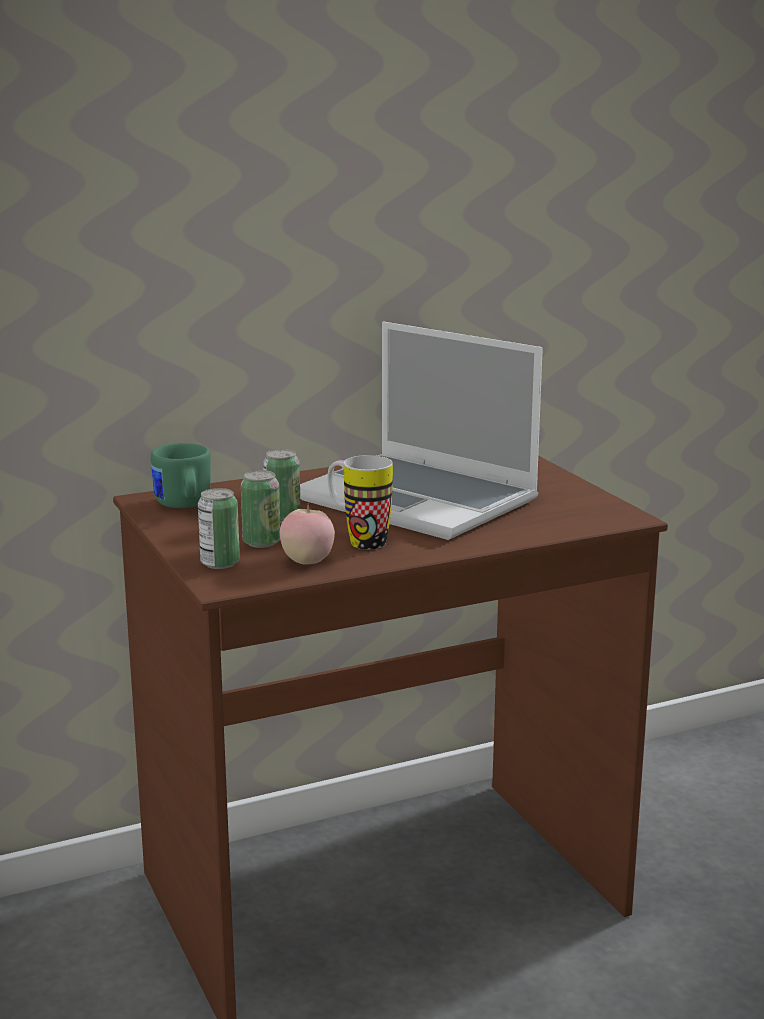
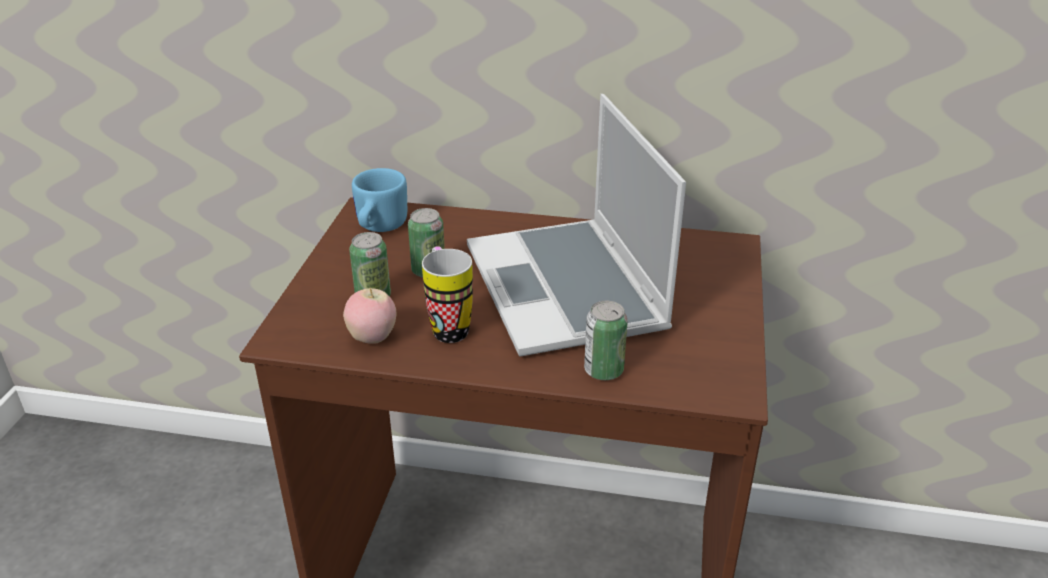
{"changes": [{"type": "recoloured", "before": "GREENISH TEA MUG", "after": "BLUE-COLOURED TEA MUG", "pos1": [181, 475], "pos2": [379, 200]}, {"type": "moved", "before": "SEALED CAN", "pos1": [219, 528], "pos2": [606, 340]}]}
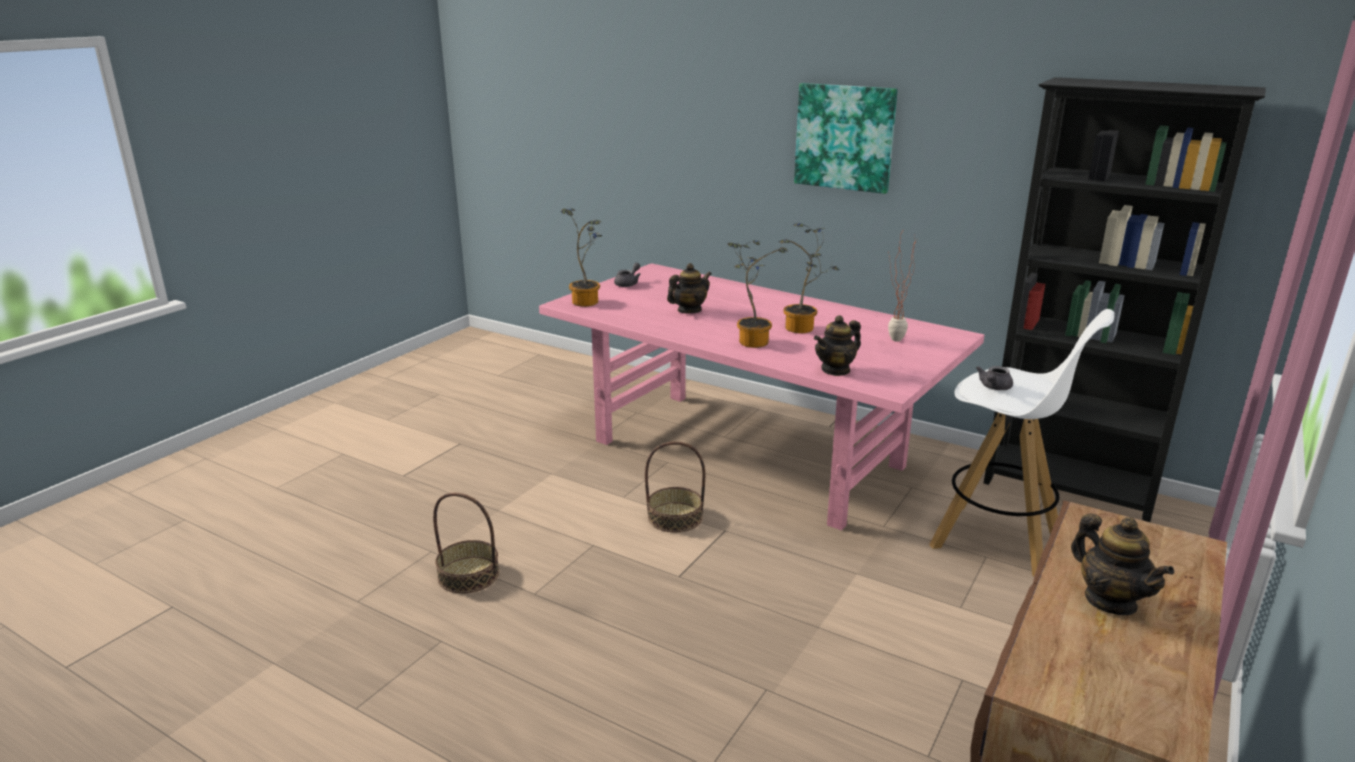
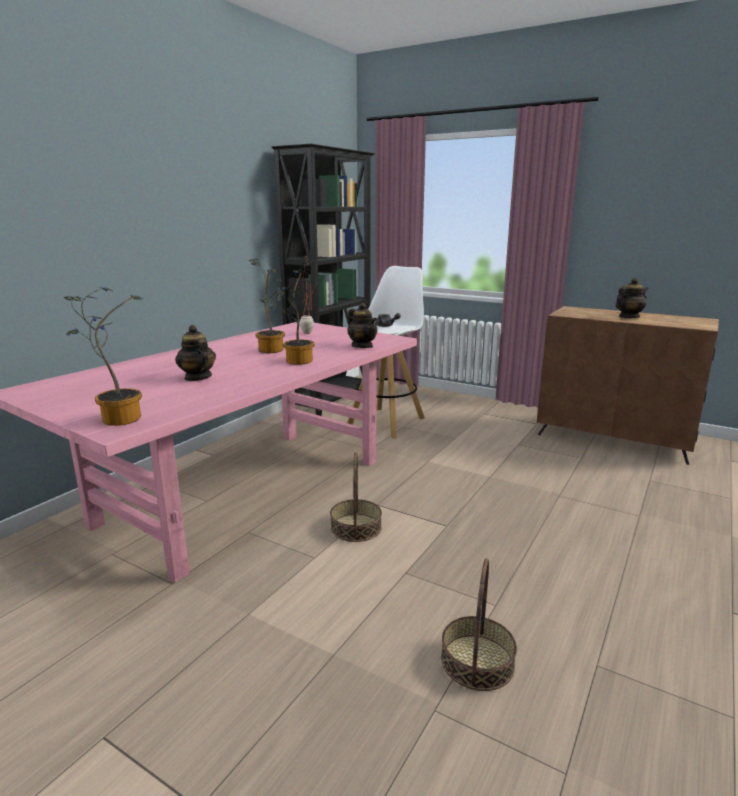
{"changes": [{"type": "removed", "before": "GRAY TEA POT", "pos1": [627, 275]}, {"type": "removed", "before": "PICTURE", "pos1": [846, 138]}]}
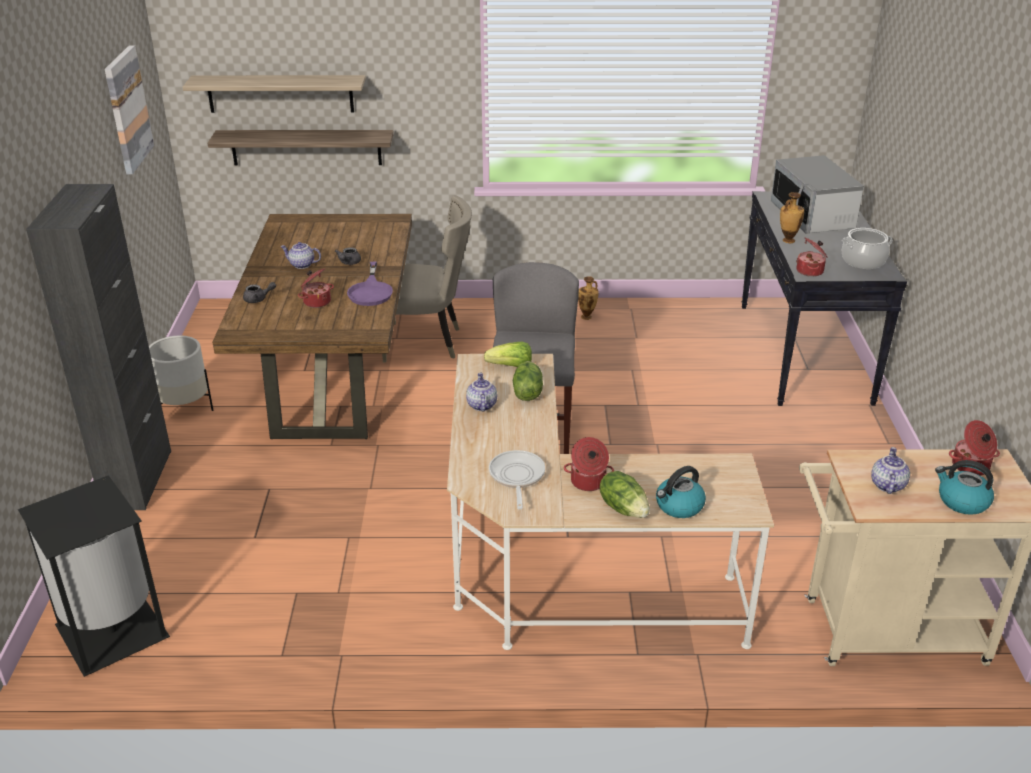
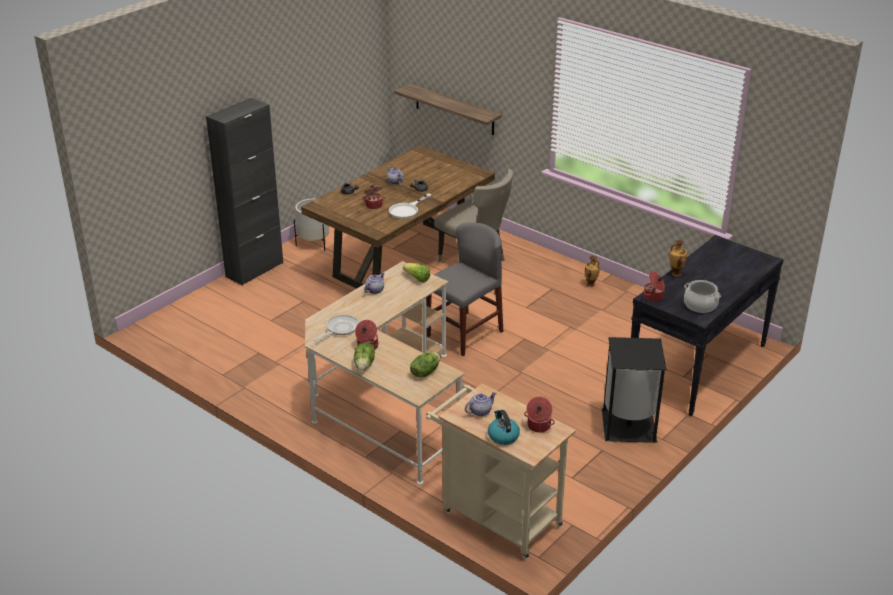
{"changes": [{"type": "recoloured", "before": "PURPLE-COLOURED PAN", "after": "WHITE-COLOURED PAN", "pos1": [370, 284], "pos2": [410, 206]}, {"type": "moved", "before": "LETTUCE", "pos1": [528, 381], "pos2": [425, 365]}, {"type": "moved", "before": "BLACK RUBBISH BIN", "pos1": [94, 576], "pos2": [634, 390]}, {"type": "removed", "before": "PICTURE", "pos1": [129, 109]}, {"type": "removed", "before": "WALL SHELF", "pos1": [274, 94]}, {"type": "removed", "before": "WATER KETTLE", "pos1": [681, 492]}, {"type": "removed", "before": "MICROWAVE", "pos1": [817, 194]}]}
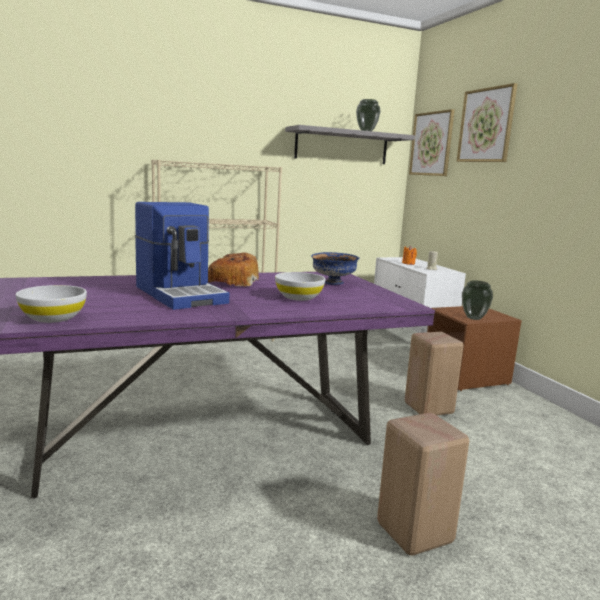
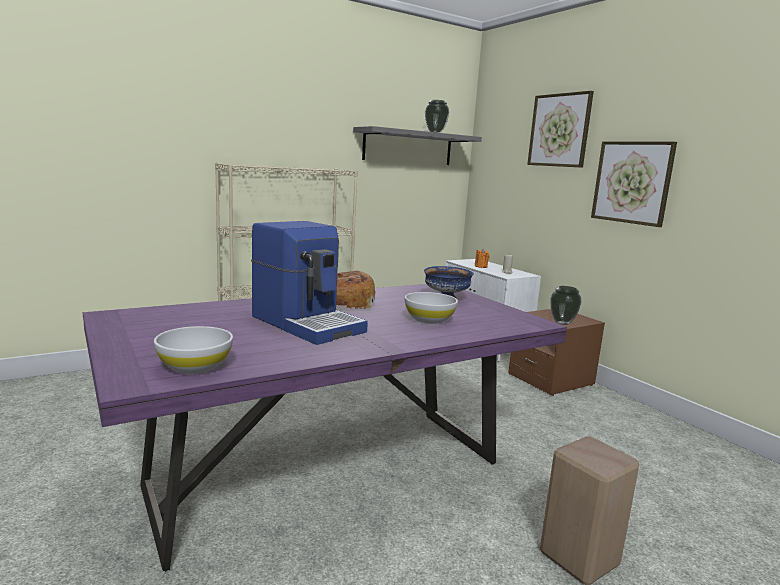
{"changes": [{"type": "moved", "before": "PICTURE", "pos1": [432, 142], "pos2": [634, 184]}, {"type": "removed", "before": "BEIGE STOOL SEAT", "pos1": [434, 373]}]}
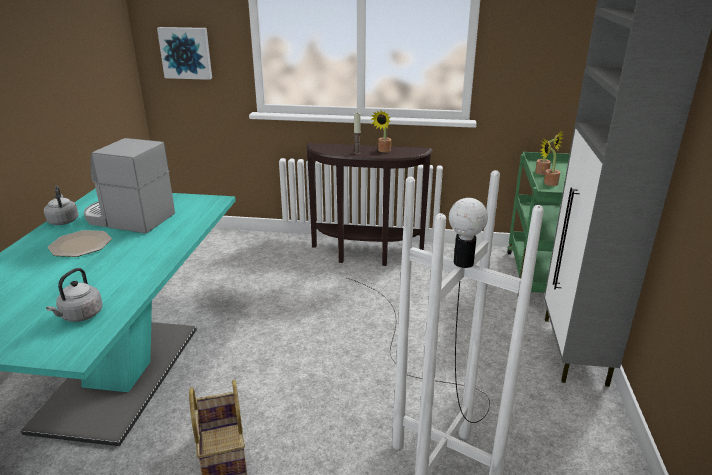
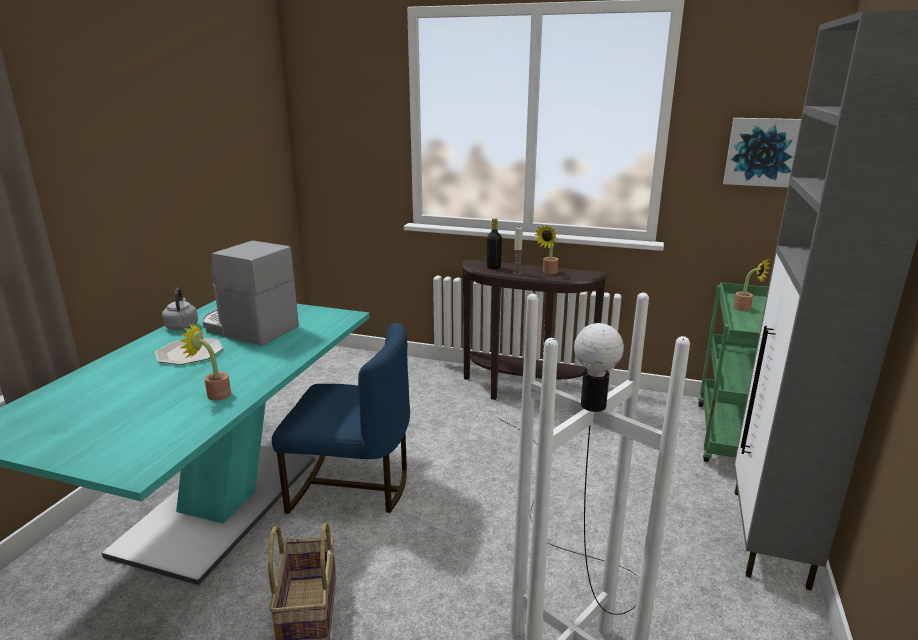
{"changes": [{"type": "moved", "before": "PLANT IN A POT", "pos1": [550, 162], "pos2": [205, 362]}, {"type": "added", "after": "BLUE-COLOURED CHAIR", "pos2": [341, 418]}, {"type": "added", "after": "BLACK DRINK BOTTLE", "pos2": [494, 244]}, {"type": "moved", "before": "PICTURE", "pos1": [184, 53], "pos2": [762, 152]}, {"type": "removed", "before": "GRAY WATER KETTLE", "pos1": [74, 295]}]}
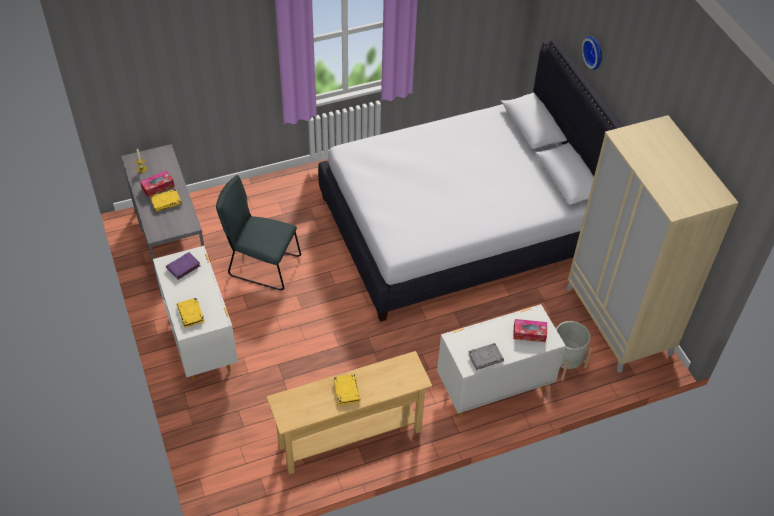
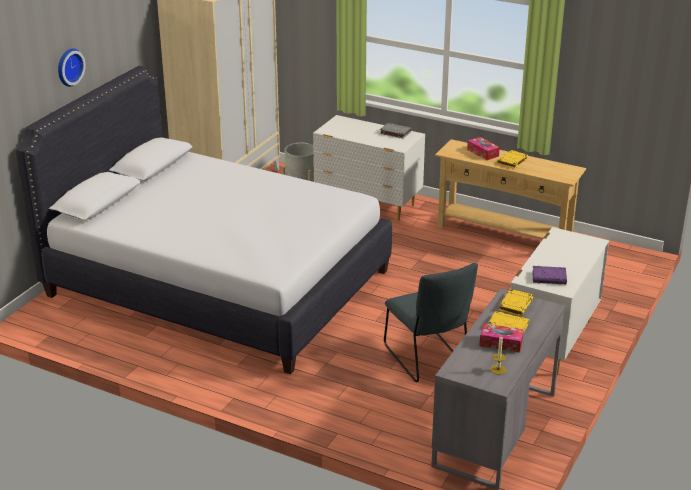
{"changes": [{"type": "moved", "before": "TISSUE BOX", "pos1": [530, 330], "pos2": [483, 148]}, {"type": "moved", "before": "YELLOW BOOK", "pos1": [191, 313], "pos2": [516, 302]}]}
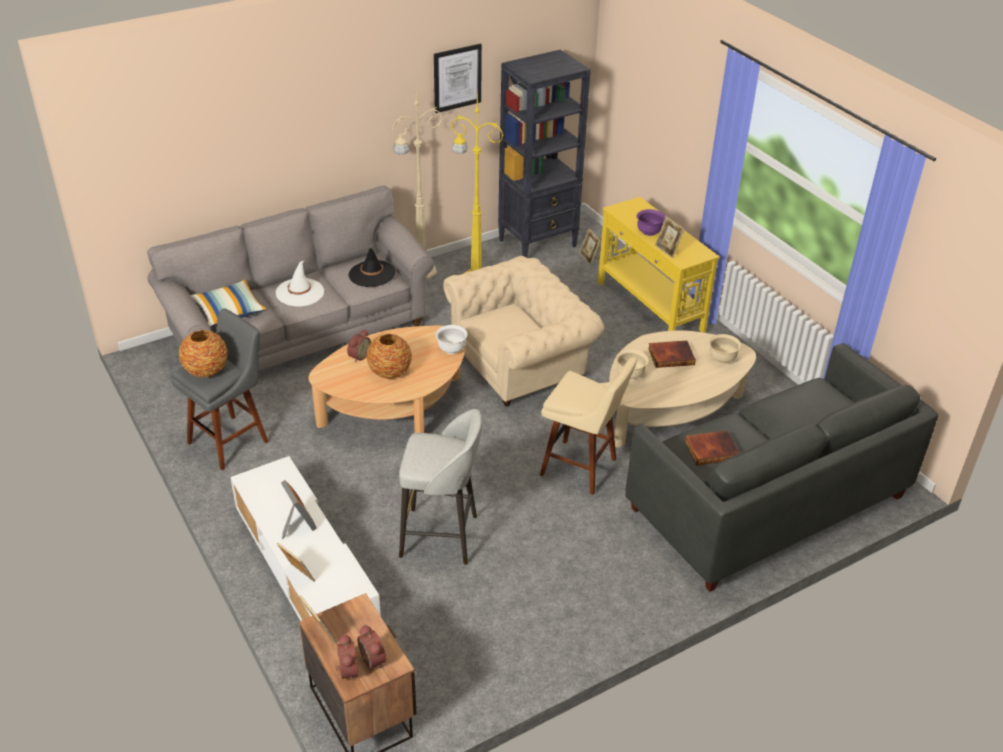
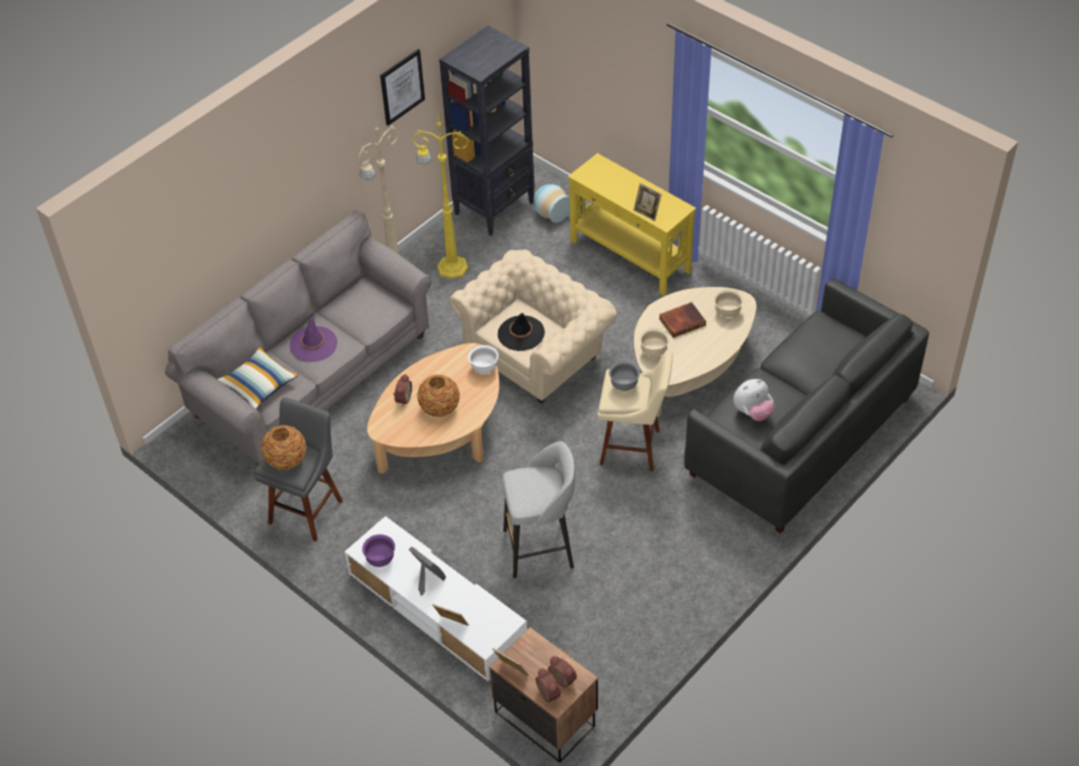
{"changes": [{"type": "recoloured", "before": "WHITE-COLOURED CLOTHING HAT", "after": "PURPLE-COLOURED CLOTHING HAT", "pos1": [300, 283], "pos2": [314, 338]}, {"type": "moved", "before": "PURPLE-COLOURED DEEP DISH", "pos1": [651, 222], "pos2": [378, 550]}, {"type": "moved", "before": "BLACK CLOTHING HAT", "pos1": [372, 267], "pos2": [521, 332]}, {"type": "replaced", "before": "PHOTO FRAME", "after": "FLOWER VASE", "pos1": [589, 246], "pos2": [551, 203]}, {"type": "added", "after": "GRAY DEEP DISH", "pos2": [624, 376]}, {"type": "replaced", "before": "BOOK", "after": "SOFT TOY", "pos1": [712, 447], "pos2": [754, 400]}]}
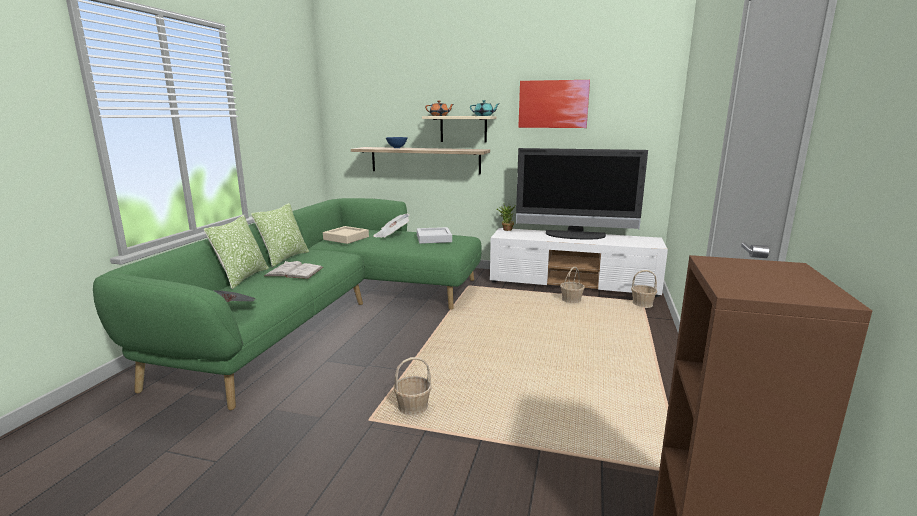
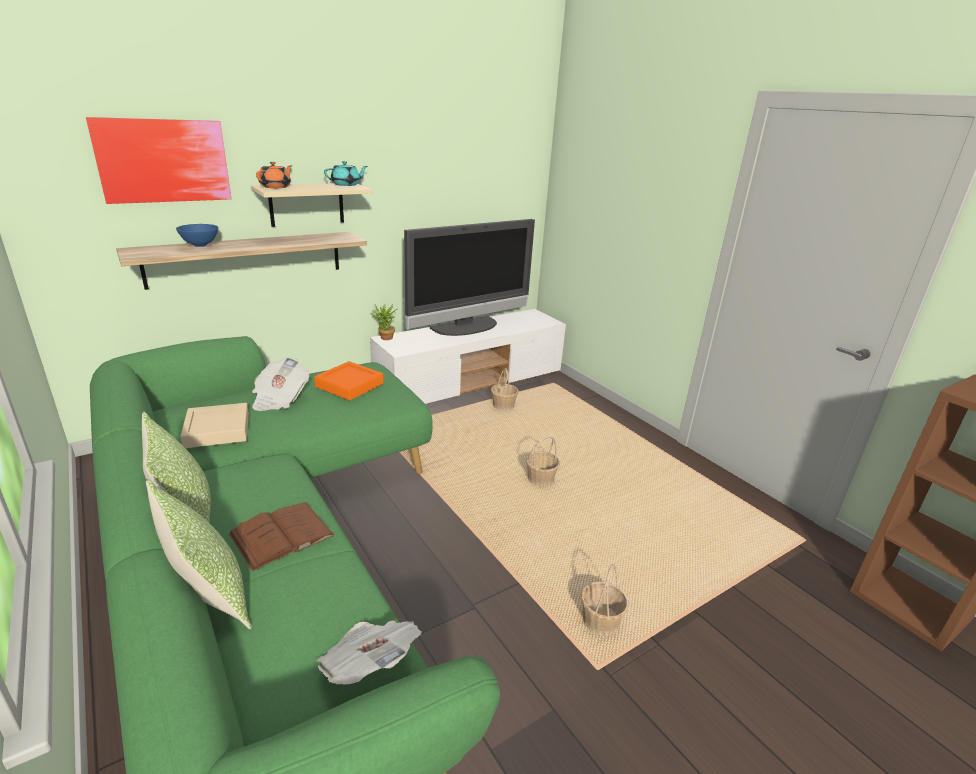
{"changes": [{"type": "moved", "before": "PICTURE", "pos1": [554, 104], "pos2": [158, 160]}, {"type": "recoloured", "before": "WHITE-COLOURED BOOK", "after": "BROWN BOOK", "pos1": [293, 270], "pos2": [281, 536]}, {"type": "recoloured", "before": "GRAY SERVING TRAY", "after": "ORANGE-COLOURED SERVING TRAY", "pos1": [434, 235], "pos2": [349, 381]}, {"type": "moved", "before": "HOUSEHOLD BASKET", "pos1": [644, 289], "pos2": [543, 461]}]}
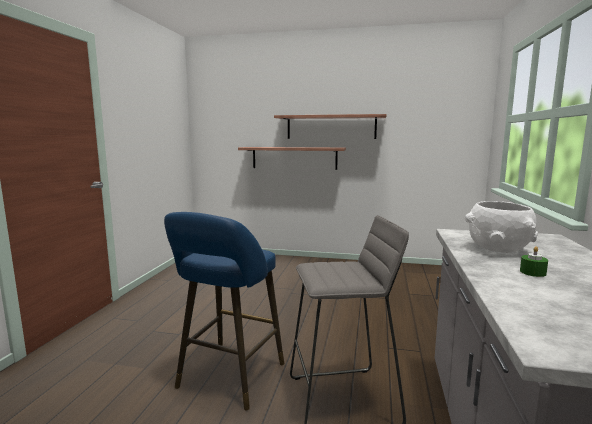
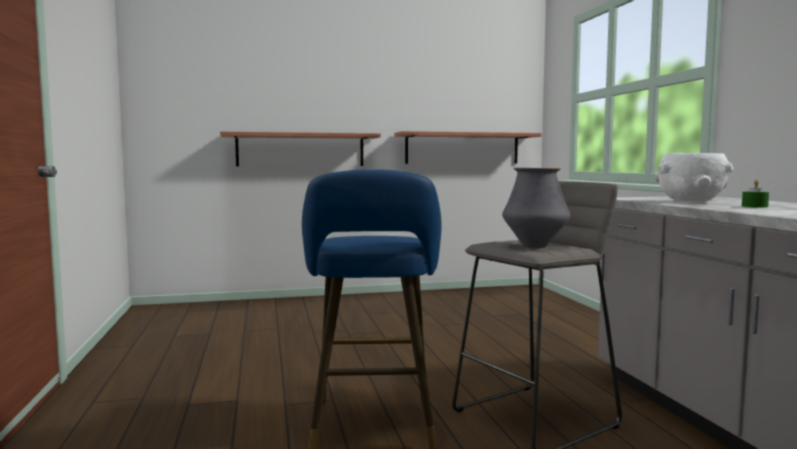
{"changes": [{"type": "moved", "before": "WALL SHELF", "pos1": [330, 126], "pos2": [468, 147]}, {"type": "added", "after": "FLOWER VASE", "pos2": [536, 208]}]}
